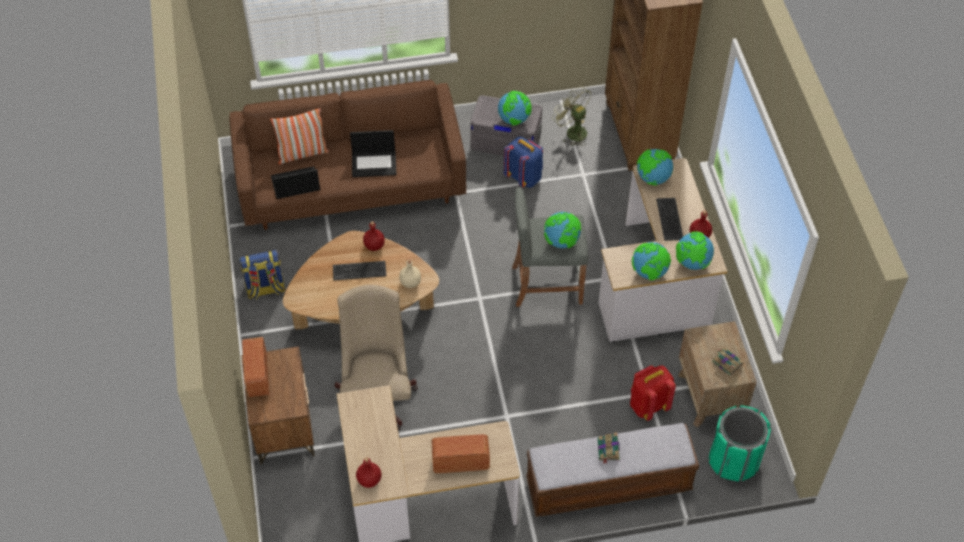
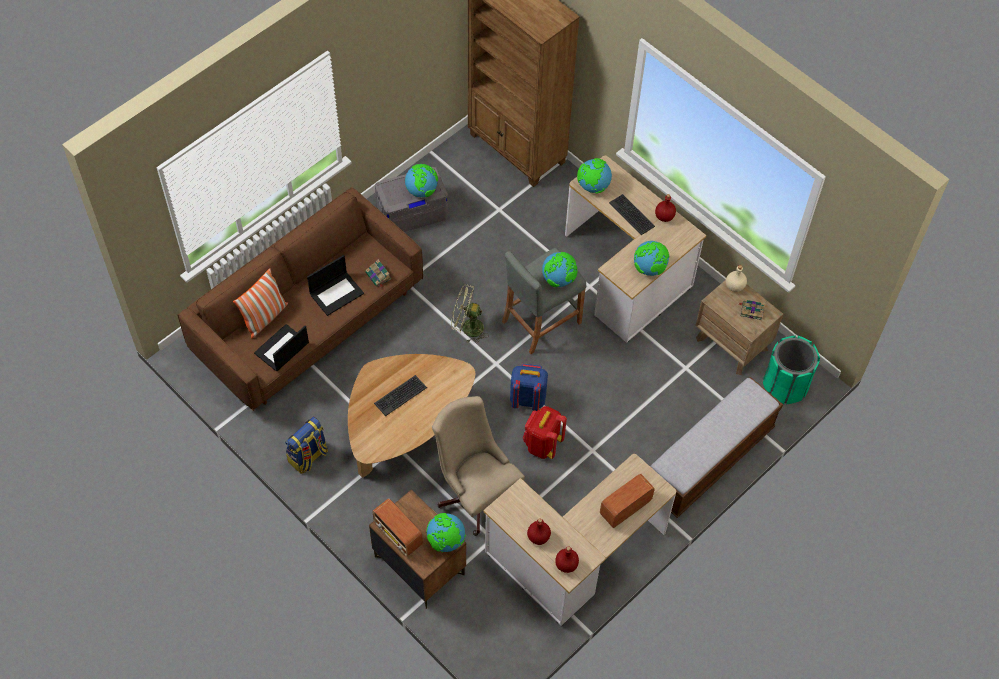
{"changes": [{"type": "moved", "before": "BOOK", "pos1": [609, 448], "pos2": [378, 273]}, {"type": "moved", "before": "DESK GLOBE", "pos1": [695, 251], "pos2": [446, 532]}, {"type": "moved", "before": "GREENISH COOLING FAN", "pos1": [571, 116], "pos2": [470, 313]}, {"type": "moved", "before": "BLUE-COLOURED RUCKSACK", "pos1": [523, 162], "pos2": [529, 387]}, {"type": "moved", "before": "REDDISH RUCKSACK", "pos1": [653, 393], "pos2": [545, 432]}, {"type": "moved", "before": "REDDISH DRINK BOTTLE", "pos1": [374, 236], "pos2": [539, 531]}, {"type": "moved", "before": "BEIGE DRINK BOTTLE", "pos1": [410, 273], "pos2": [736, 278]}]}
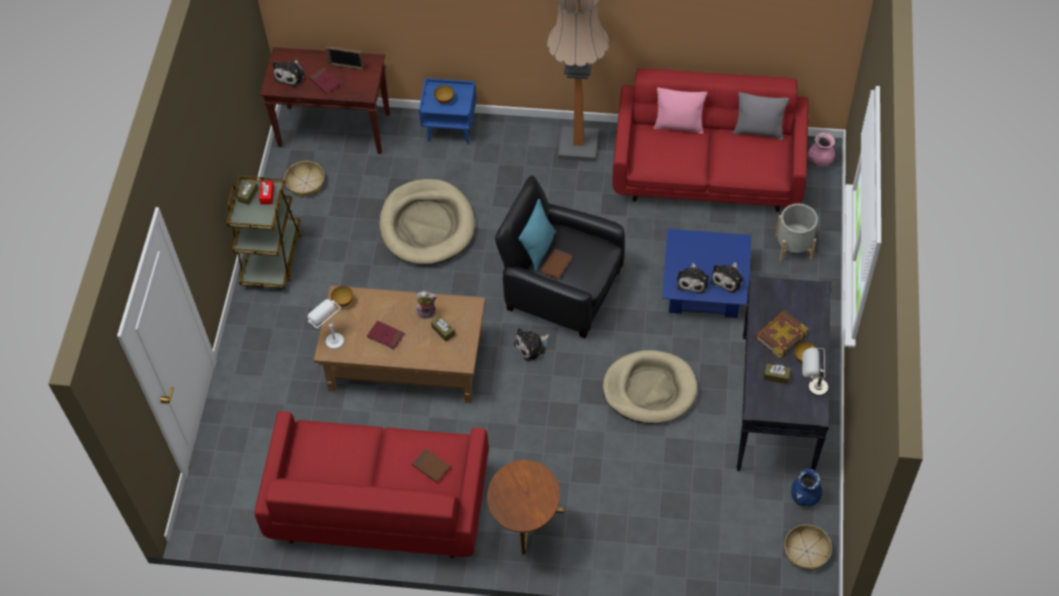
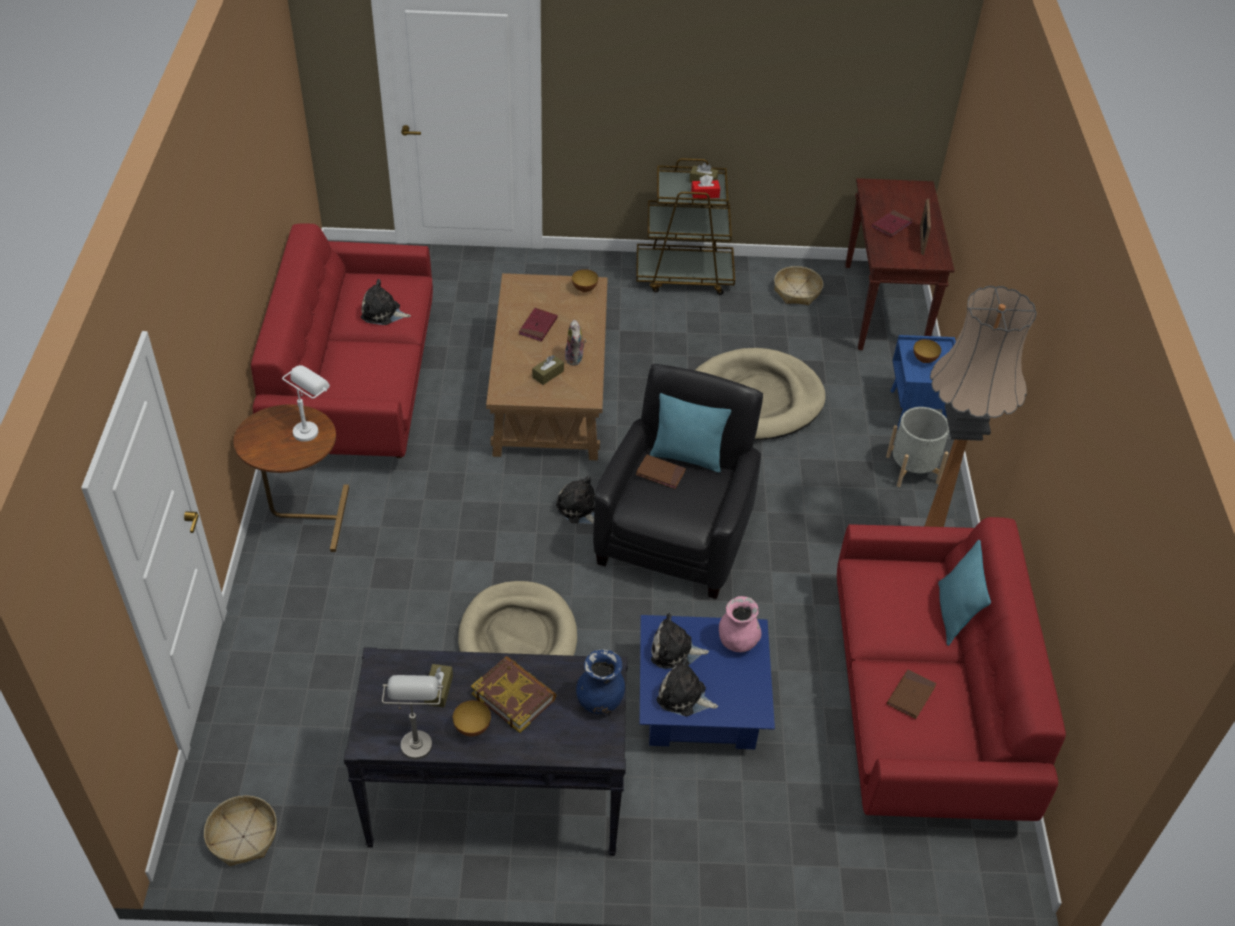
{"changes": [{"type": "moved", "before": "WHITE-COLOURED LAMP FOR A TABLE", "pos1": [325, 324], "pos2": [306, 403]}, {"type": "moved", "before": "SOFT TOY", "pos1": [289, 73], "pos2": [386, 302]}, {"type": "moved", "before": "BLUE-COLOURED FLOWER VASE", "pos1": [806, 487], "pos2": [600, 681]}, {"type": "moved", "before": "PINK-COLOURED FLOWER VASE", "pos1": [821, 149], "pos2": [740, 624]}, {"type": "moved", "before": "GRAY PLANT POT", "pos1": [797, 232], "pos2": [917, 447]}, {"type": "moved", "before": "BROWN BOOK", "pos1": [431, 466], "pos2": [912, 694]}, {"type": "recoloured", "before": "PINK-COLOURED THROW PILLOW", "after": "BLUE-GREEN THROW PILLOW", "pos1": [680, 110], "pos2": [964, 593]}, {"type": "removed", "before": "GRAY THROW PILLOW", "pos1": [761, 116]}]}
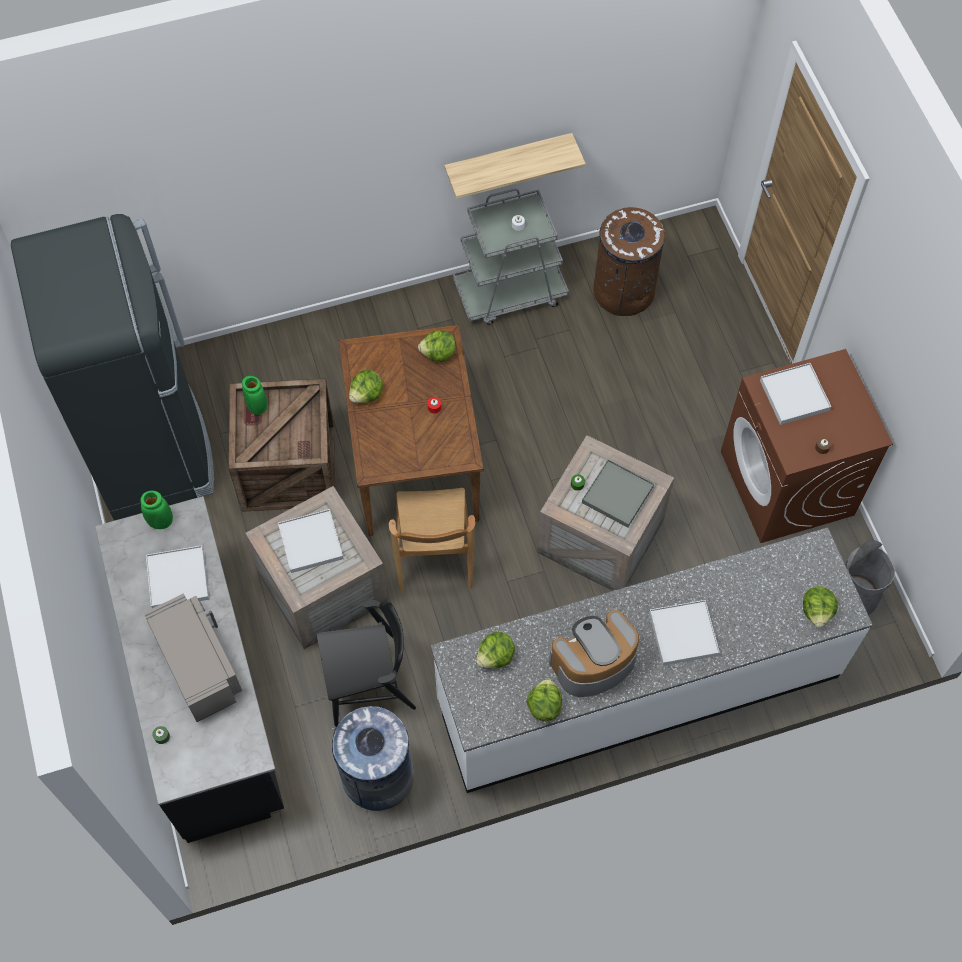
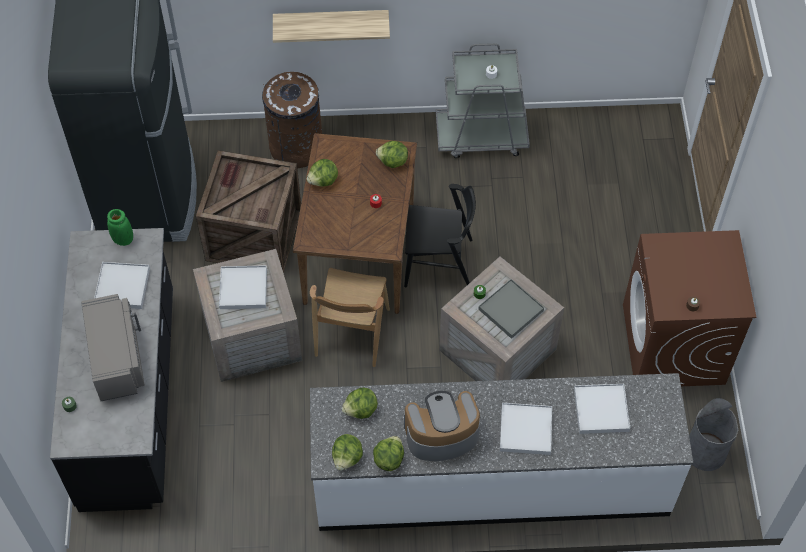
{"changes": [{"type": "moved", "before": "BROWN RUBBISH BIN", "pos1": [629, 261], "pos2": [292, 120]}, {"type": "moved", "before": "WALL SHELF", "pos1": [514, 166], "pos2": [331, 26]}, {"type": "moved", "before": "LETTUCE", "pos1": [820, 607], "pos2": [347, 452]}, {"type": "moved", "before": "BLACK CHAIR", "pos1": [366, 663], "pos2": [440, 236]}, {"type": "moved", "before": "WHITE-COLOURED SERVING TRAY", "pos1": [795, 394], "pos2": [602, 409]}, {"type": "removed", "before": "GREENISH FLOWER VASE", "pos1": [254, 395]}, {"type": "removed", "before": "GRAY RUBBISH BIN", "pos1": [373, 758]}]}
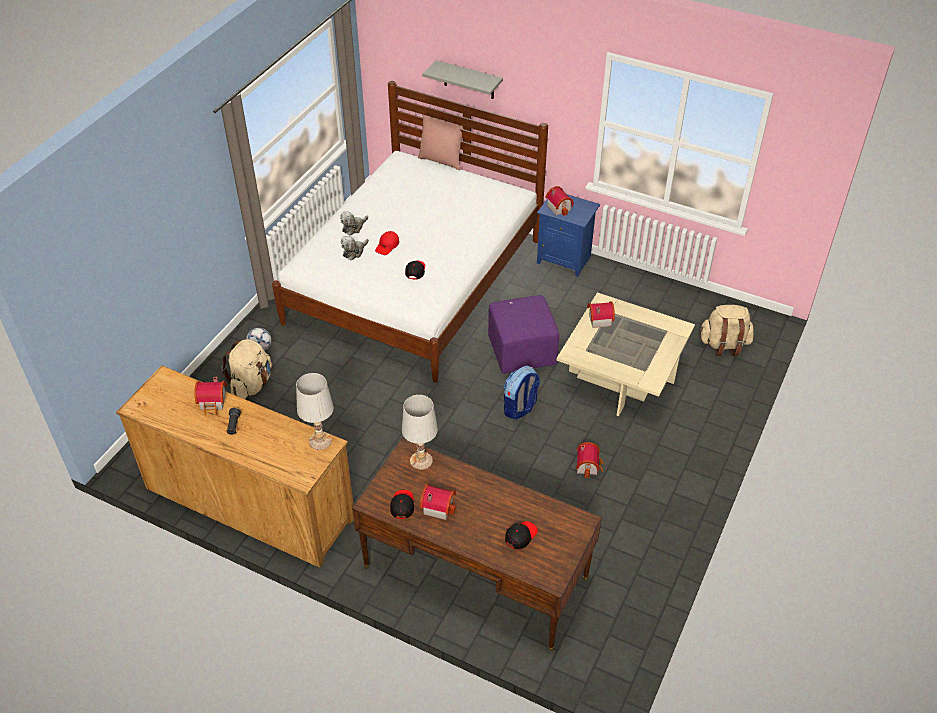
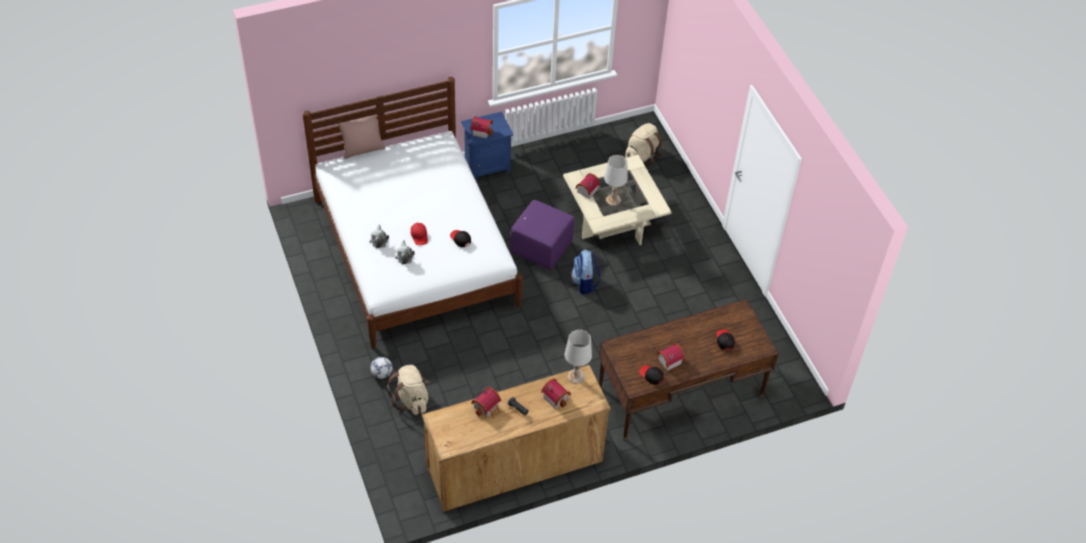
{"changes": [{"type": "moved", "before": "MODEL HOUSE", "pos1": [589, 460], "pos2": [556, 394]}, {"type": "moved", "before": "WHITE-COLOURED LAMP FOR A TABLE", "pos1": [420, 432], "pos2": [616, 180]}, {"type": "removed", "before": "GRAY WALL SHELF", "pos1": [462, 79]}]}
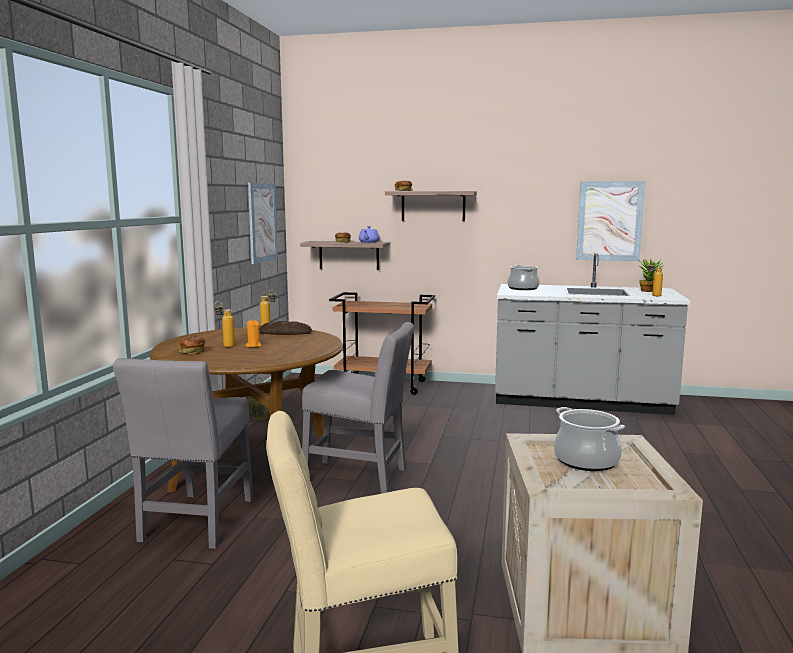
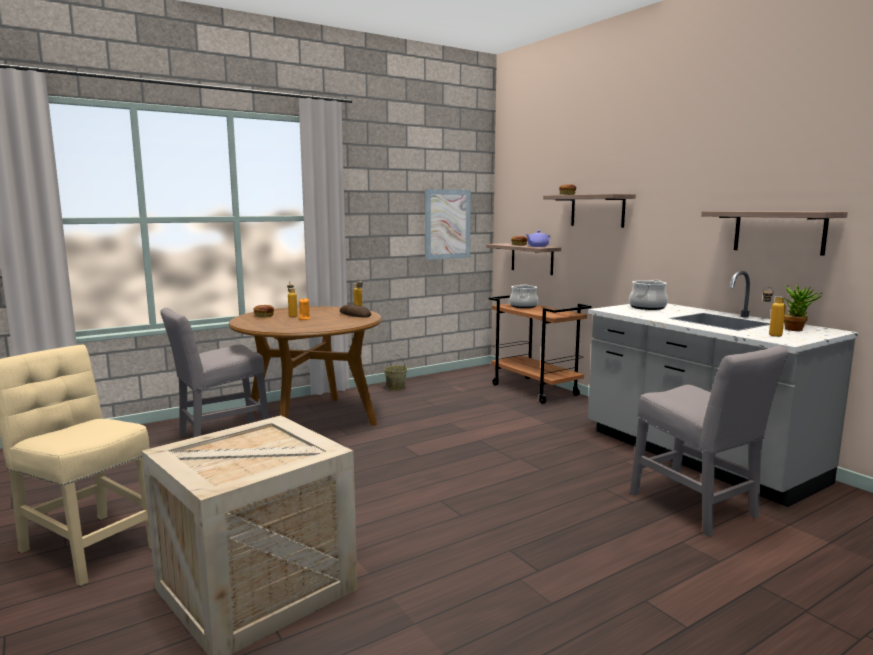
{"changes": [{"type": "moved", "before": "SAUCEPOT", "pos1": [589, 439], "pos2": [523, 296]}, {"type": "moved", "before": "GRAY CHAIR", "pos1": [358, 408], "pos2": [709, 441]}, {"type": "replaced", "before": "PICTURE", "after": "WALL SHELF", "pos1": [610, 221], "pos2": [774, 233]}]}
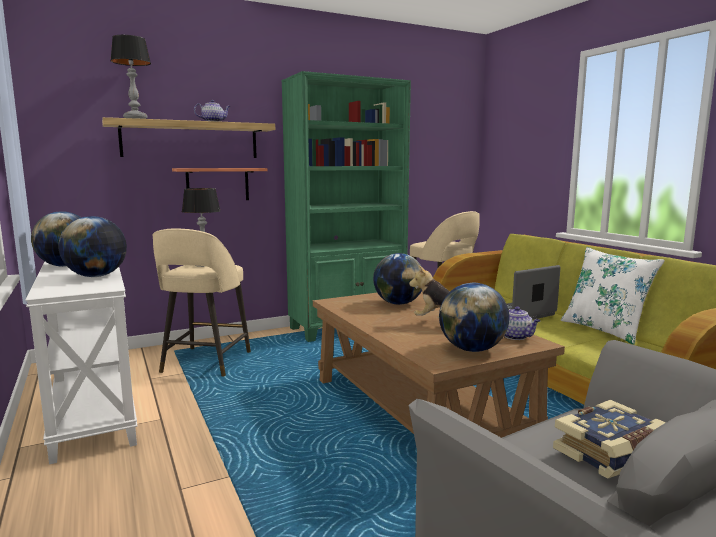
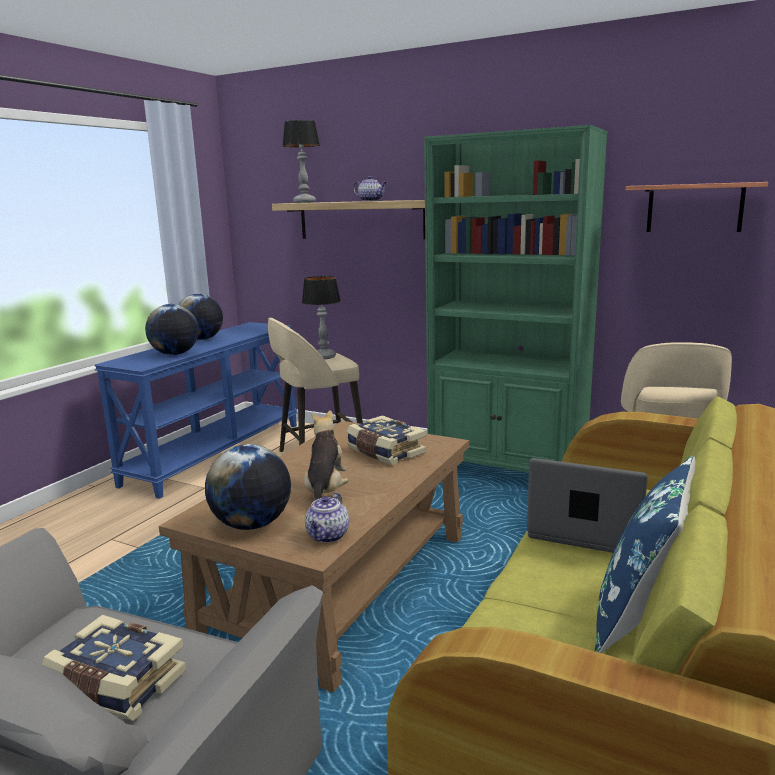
{"changes": [{"type": "recoloured", "before": "WHITE-COLOURED HALL TABLE", "after": "BLUE-COLOURED HALL TABLE", "pos1": [81, 362], "pos2": [195, 410]}, {"type": "replaced", "before": "DESK GLOBE", "after": "BOOK", "pos1": [397, 279], "pos2": [386, 440]}, {"type": "recoloured", "before": "WHITE-COLOURED THROW PILLOW", "after": "BLUE-COLOURED THROW PILLOW", "pos1": [613, 296], "pos2": [645, 554]}, {"type": "moved", "before": "WALL SHELF", "pos1": [219, 184], "pos2": [697, 207]}]}
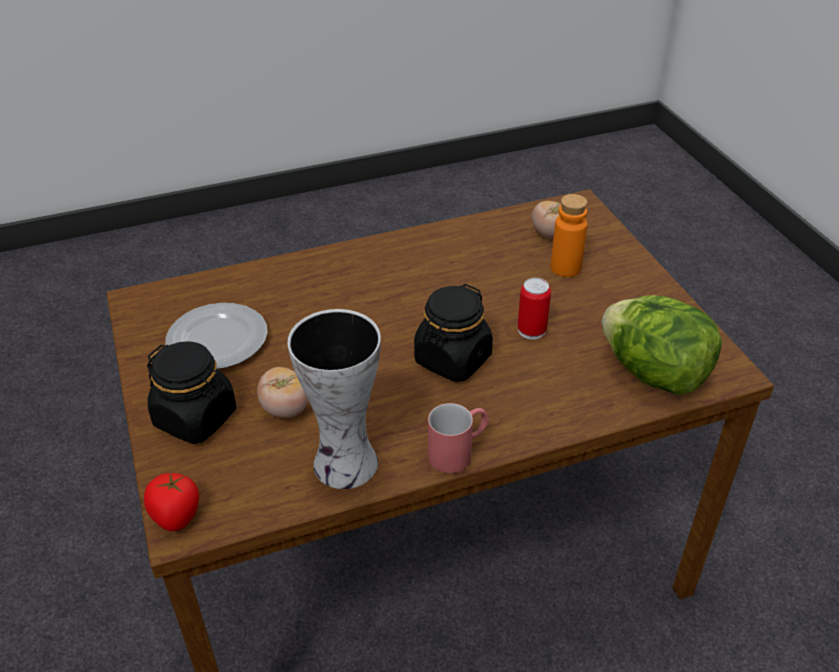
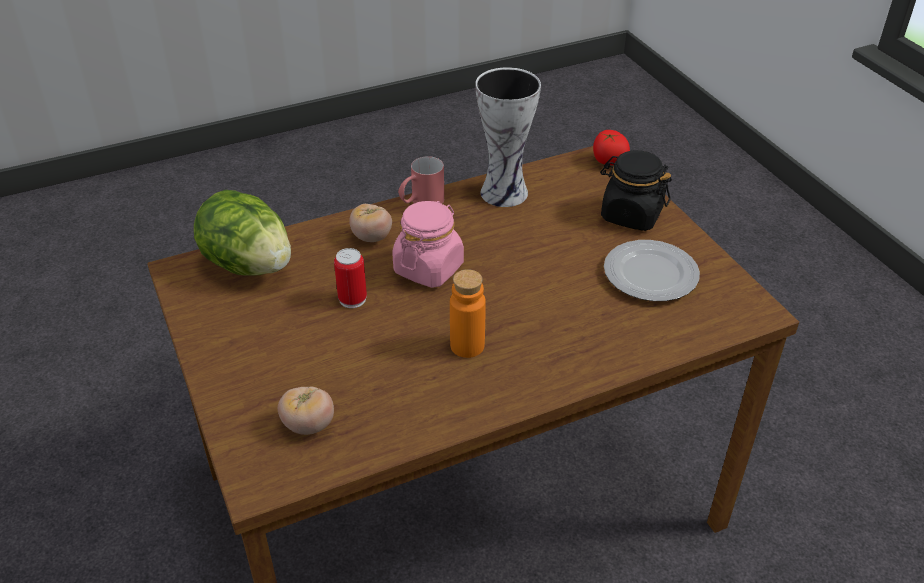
{"changes": [{"type": "moved", "before": "FRESH TOMATO", "pos1": [282, 392], "pos2": [370, 223]}, {"type": "recoloured", "before": "BLACK STORAGE JAR", "after": "PINK-COLOURED STORAGE JAR", "pos1": [453, 333], "pos2": [428, 244]}, {"type": "moved", "before": "ORANGE-COLOURED DRINK BOTTLE", "pos1": [569, 235], "pos2": [468, 313]}]}
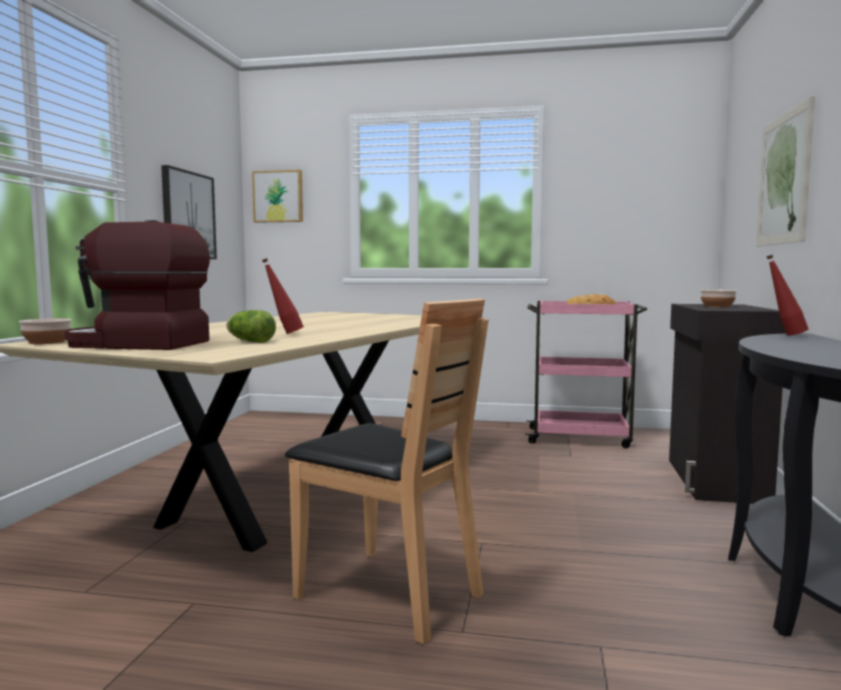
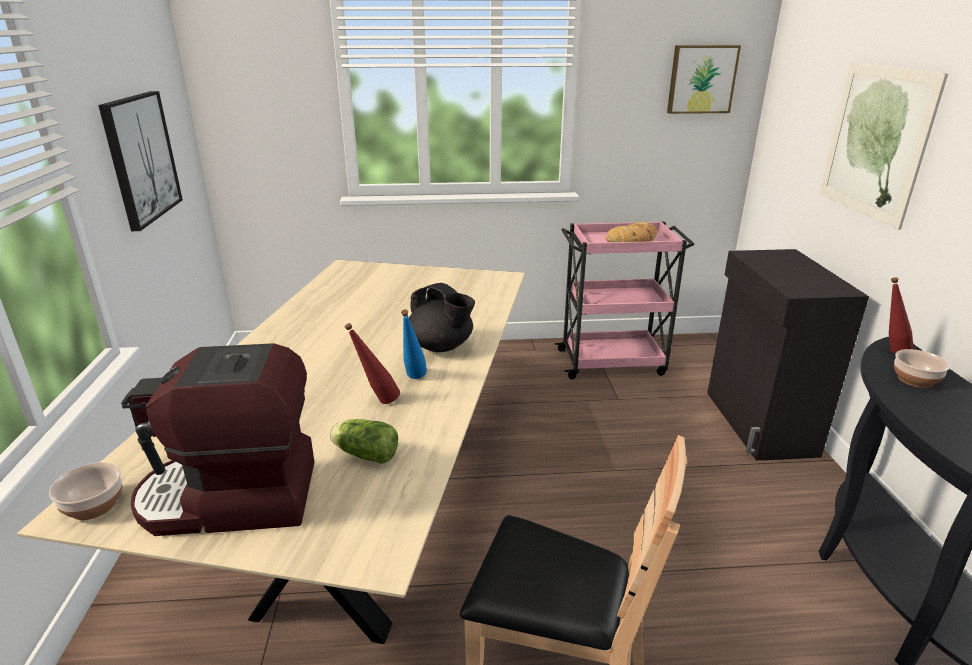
{"changes": [{"type": "added", "after": "BLUE-COLOURED DRINK BOTTLE", "pos2": [414, 344]}, {"type": "added", "after": "BLACK TEA POT", "pos2": [442, 317]}, {"type": "moved", "before": "PICTURE", "pos1": [277, 196], "pos2": [704, 79]}, {"type": "moved", "before": "DEEP DISH", "pos1": [718, 298], "pos2": [922, 368]}]}
